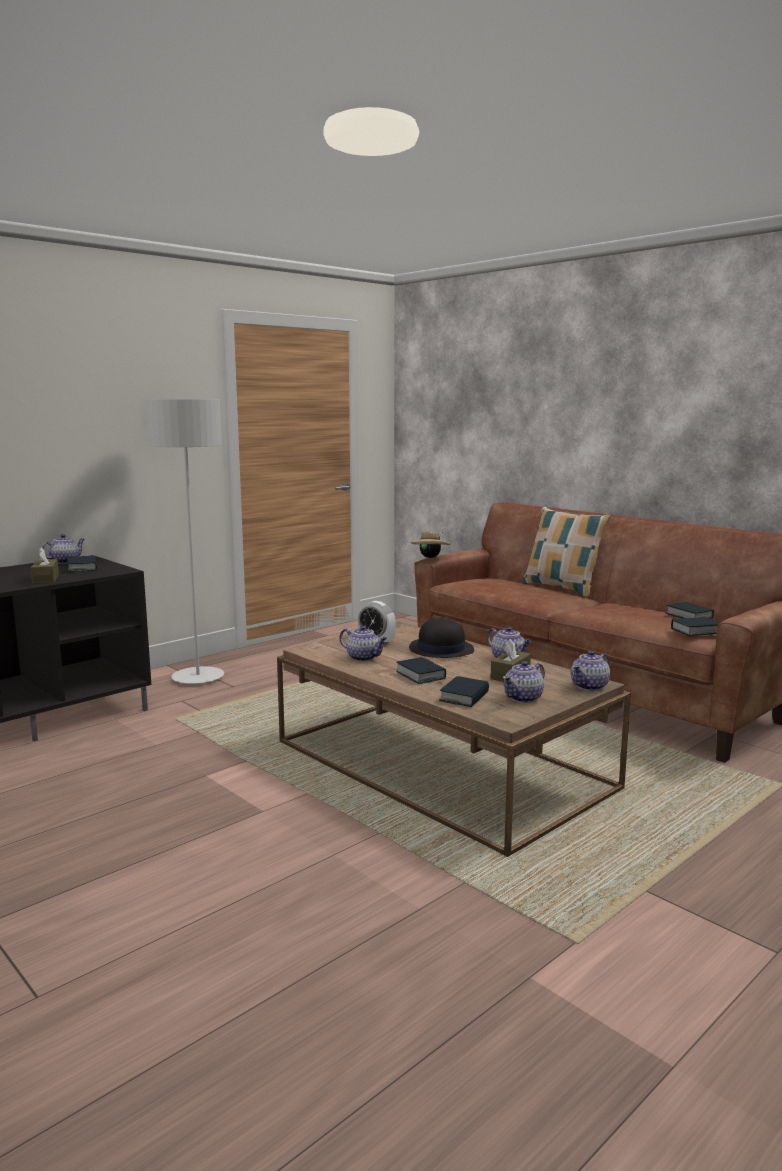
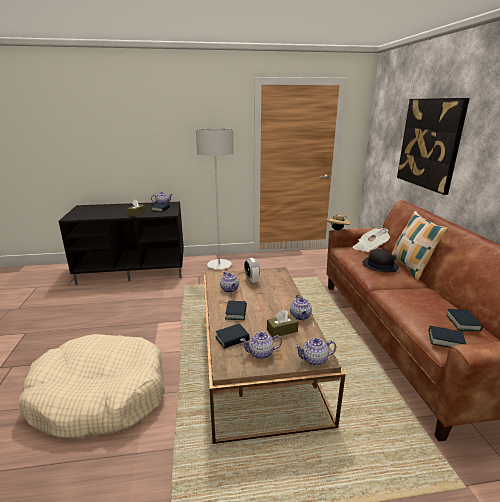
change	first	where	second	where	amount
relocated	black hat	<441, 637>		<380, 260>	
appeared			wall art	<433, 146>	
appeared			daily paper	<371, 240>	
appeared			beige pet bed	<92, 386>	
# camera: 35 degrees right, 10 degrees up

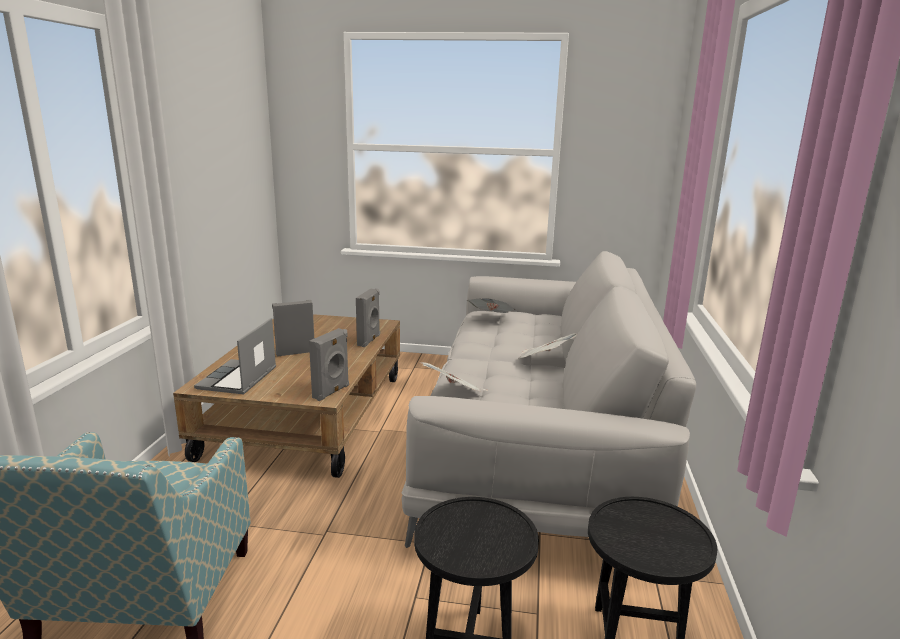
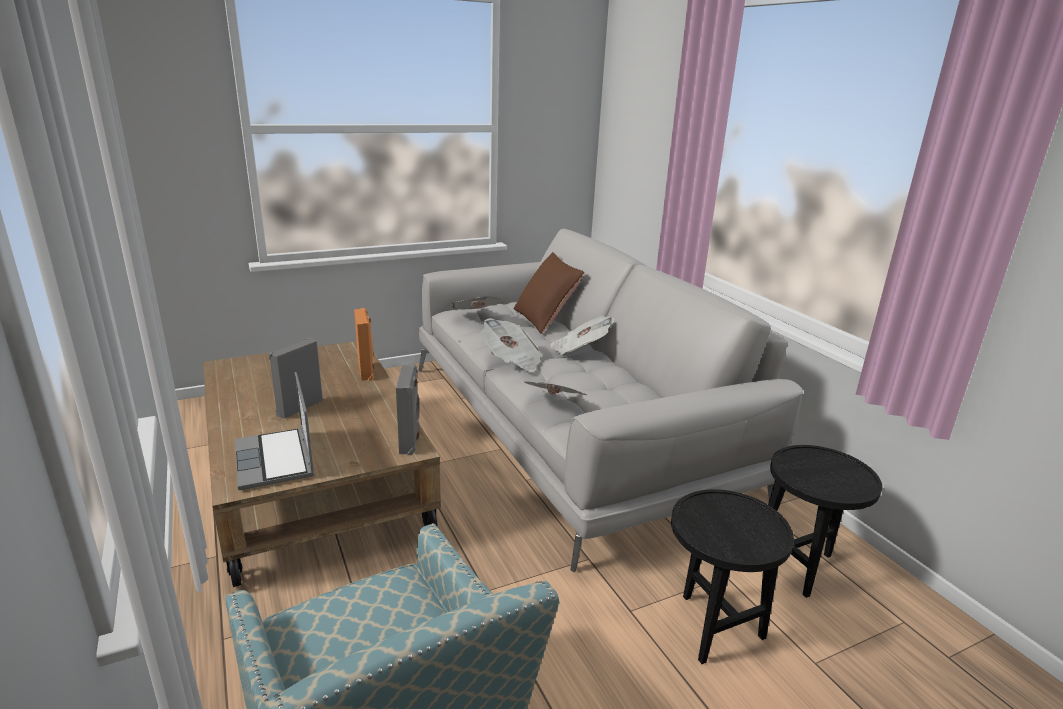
change	first	where	second	where	amount
colour	greyish speaker	<368, 318>	orangey speaker	<364, 344>	
appeared			brownish cushion	<549, 293>	
appeared			daily paper	<511, 345>	
# camera: 35 degrees left, 5 degrees up

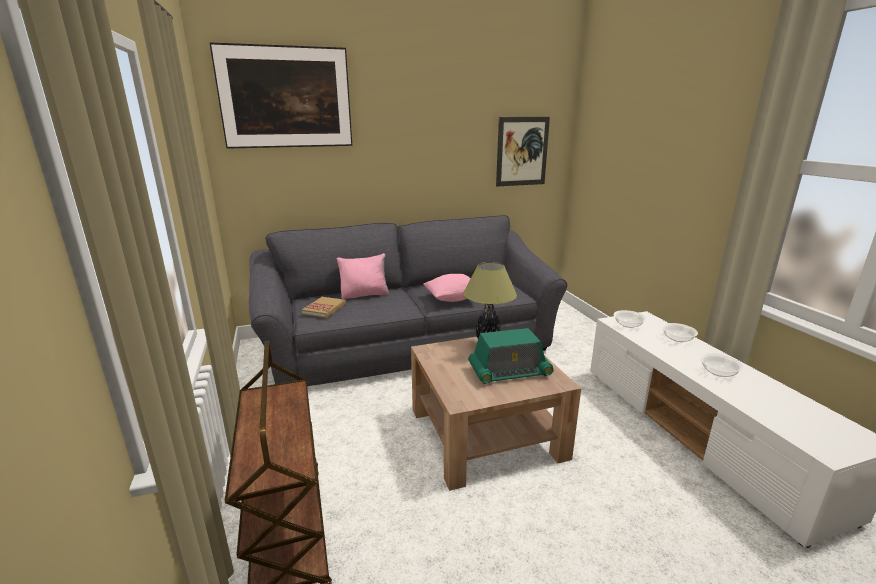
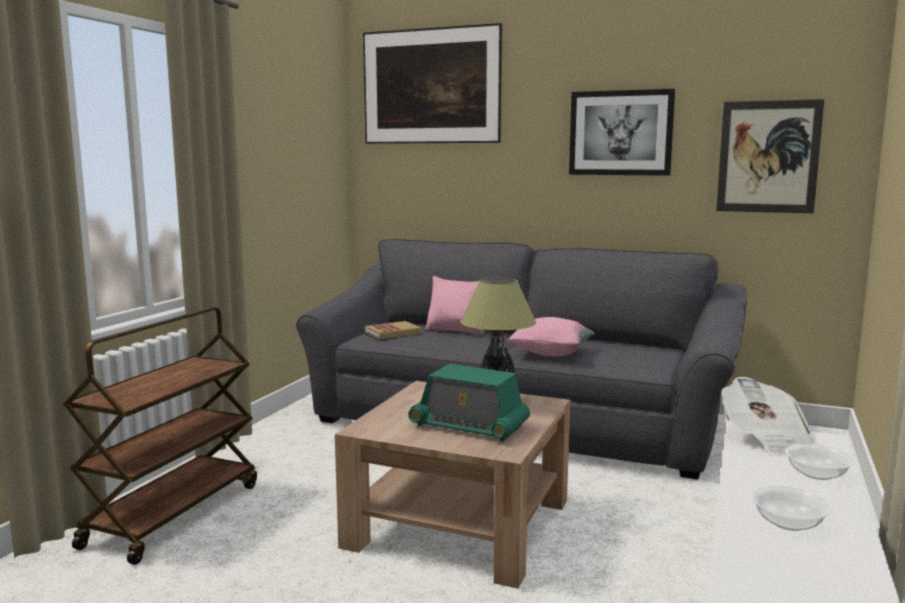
change	first	where	second	where	amount
exchanged	serving bowl	<630, 319>	daily paper	<767, 416>	
appeared			wall art	<622, 132>	
# camera: 40 degrees right, 10 degrees down

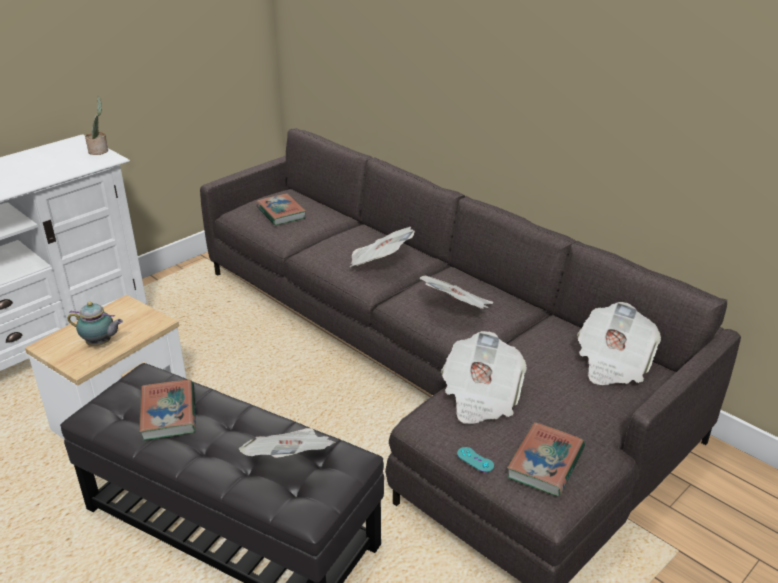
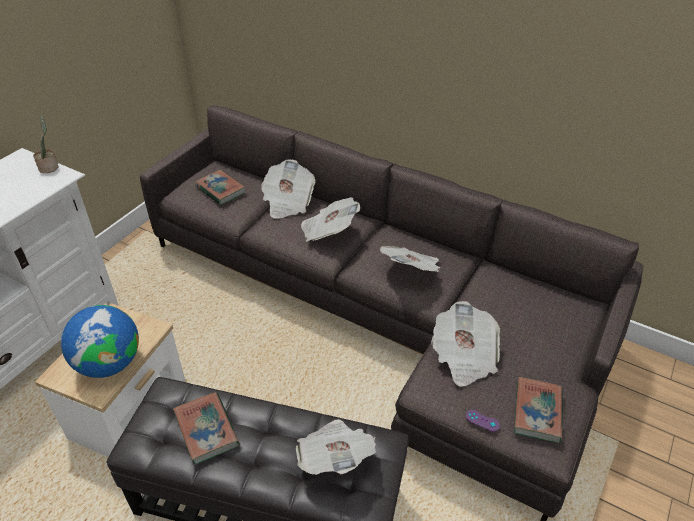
change	first	where	second	where	amount
exchanged	tea pot	<95, 324>	globe	<100, 341>	
relocated	daily paper	<619, 343>		<288, 189>	
colour	turquoise-coloured gamepad	<475, 459>	purplish gamepad	<483, 421>	
# camera: 15 degrees left, 10 degrees up

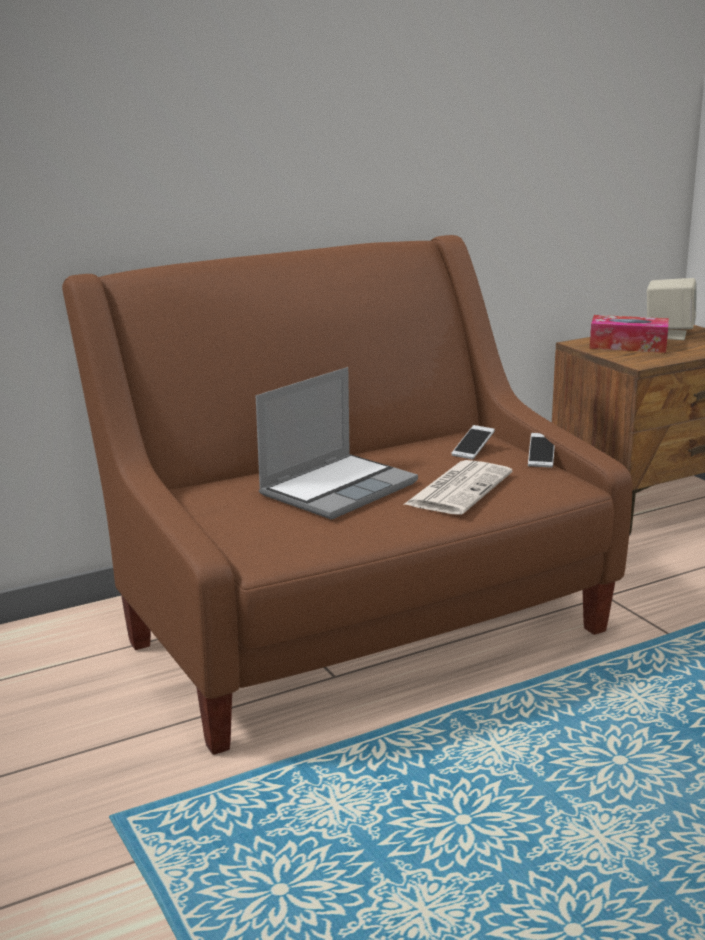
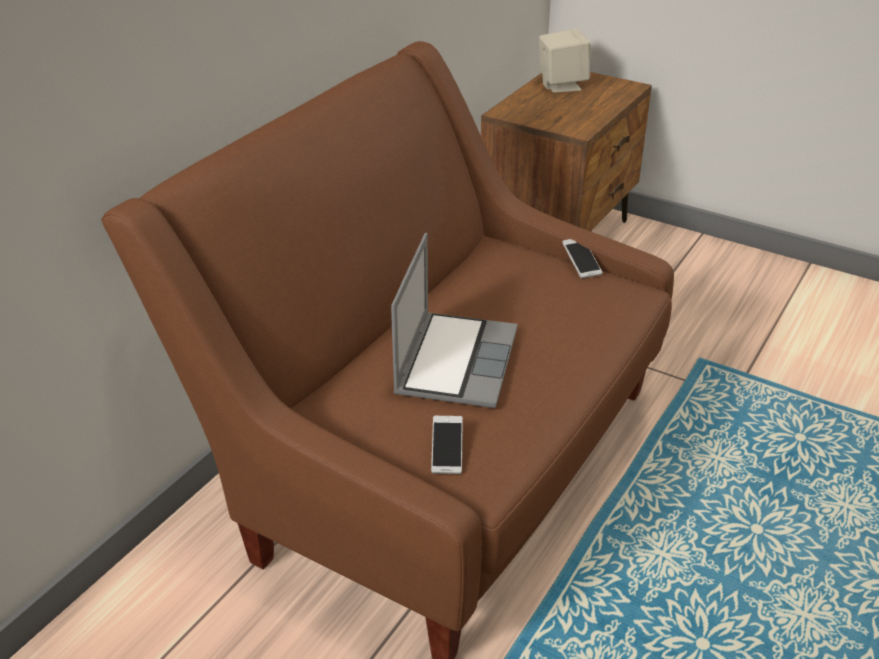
change	first	where	second	where	amount
missing	tissue box	<629, 334>			
relocated	telephone	<473, 442>		<447, 445>	
missing	daily paper	<458, 487>			
# camera: 30 degrees left, 15 degrees up

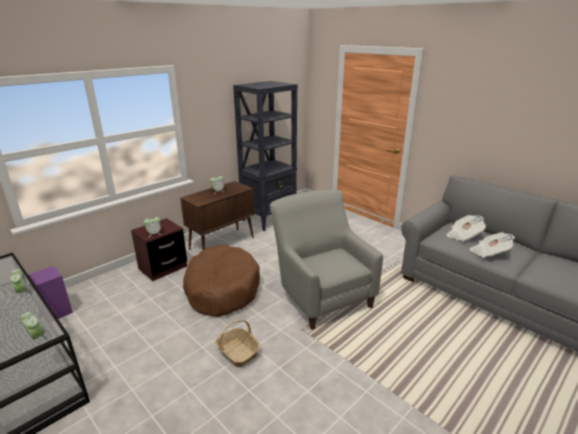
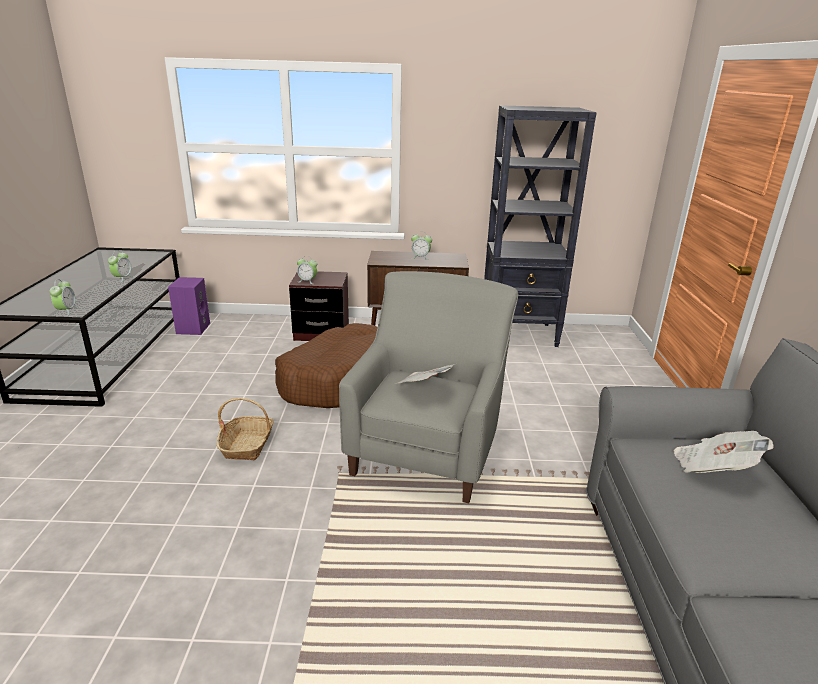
change	first	where	second	where	amount
relocated	daily paper	<492, 245>		<425, 374>	
# camera: 45 degrees right, 0 degrees up

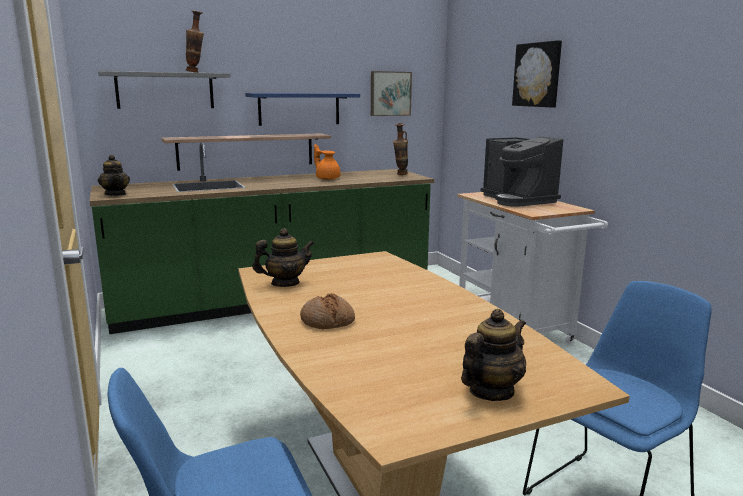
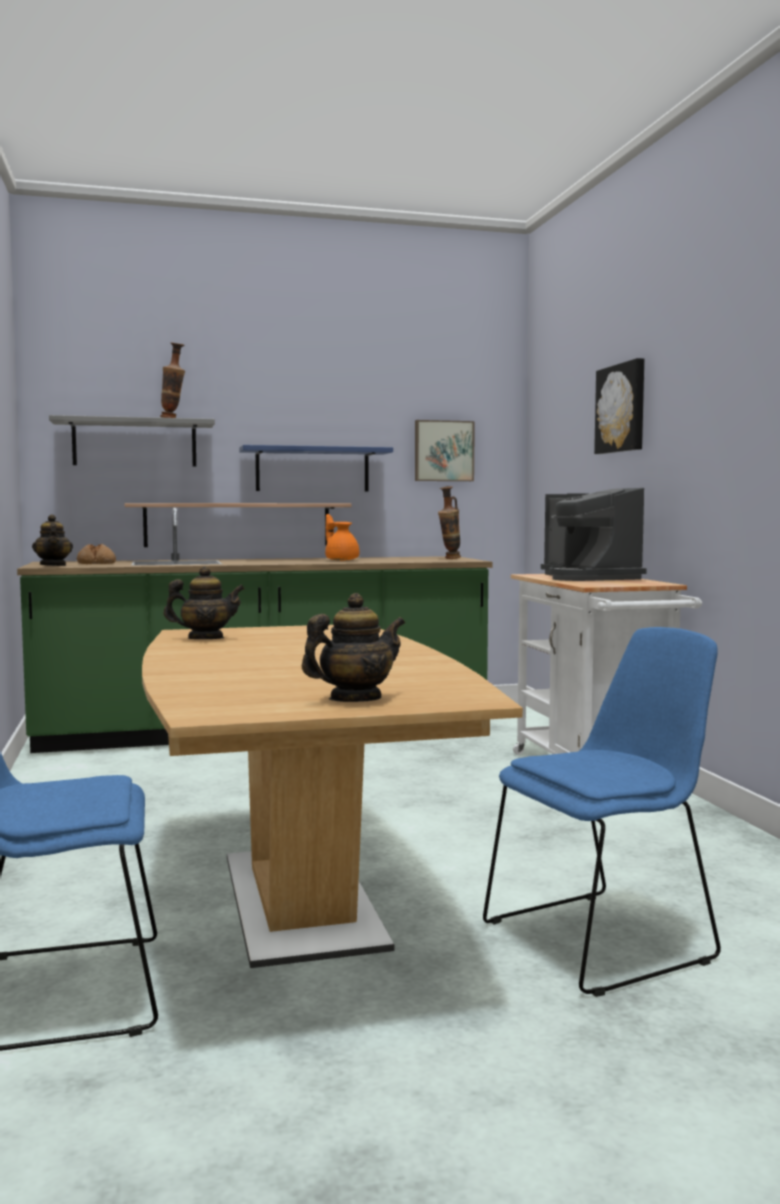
change	first	where	second	where	amount
relocated	bread	<327, 311>		<96, 554>	
# camera: 10 degrees right, 10 degrees down

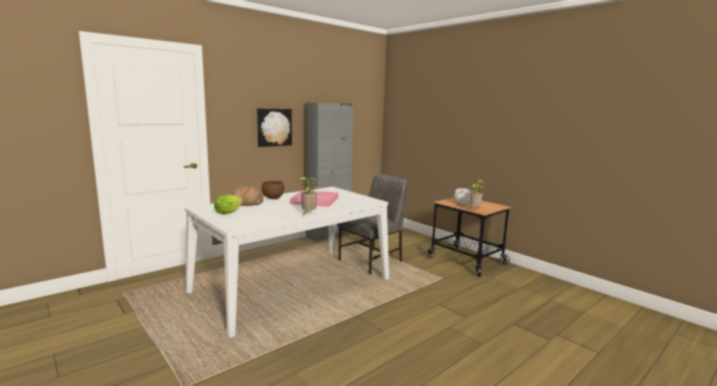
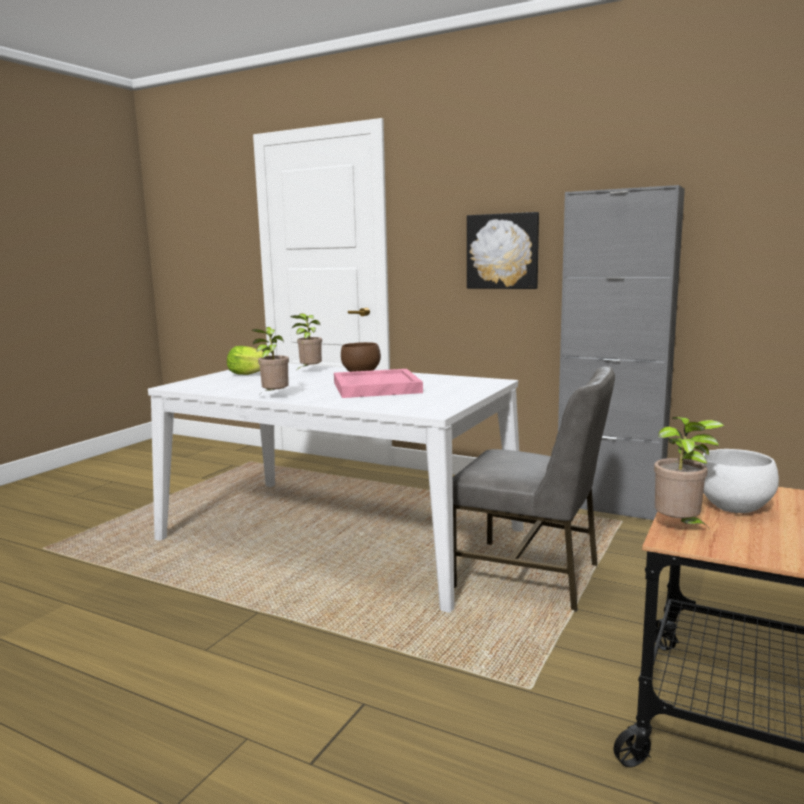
change	first	where	second	where	amount
exchanged	bread	<247, 196>	potted plant	<306, 341>	
# camera: 70 degrees right, 0 degrees up

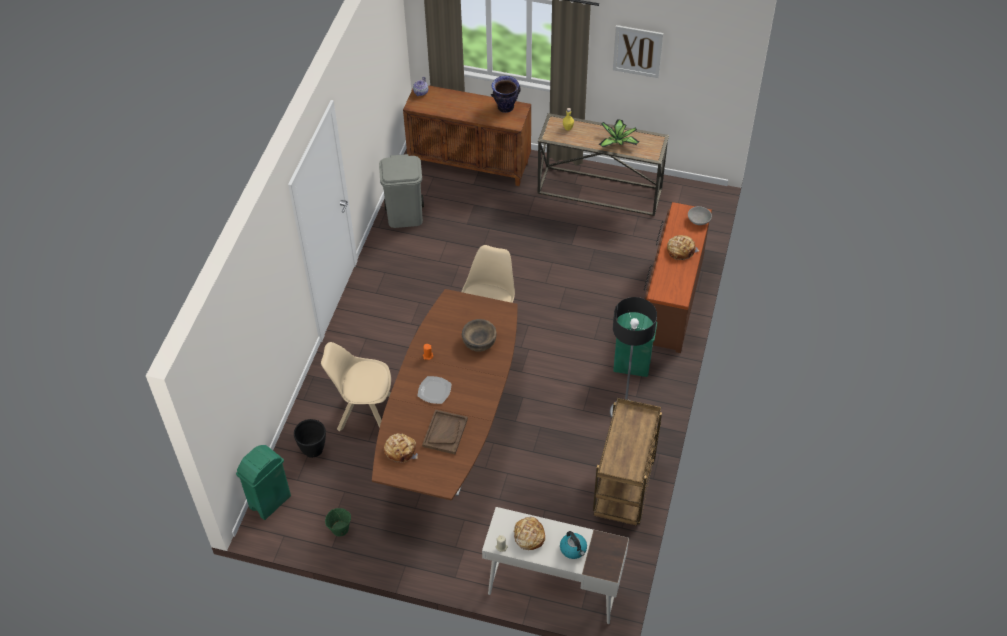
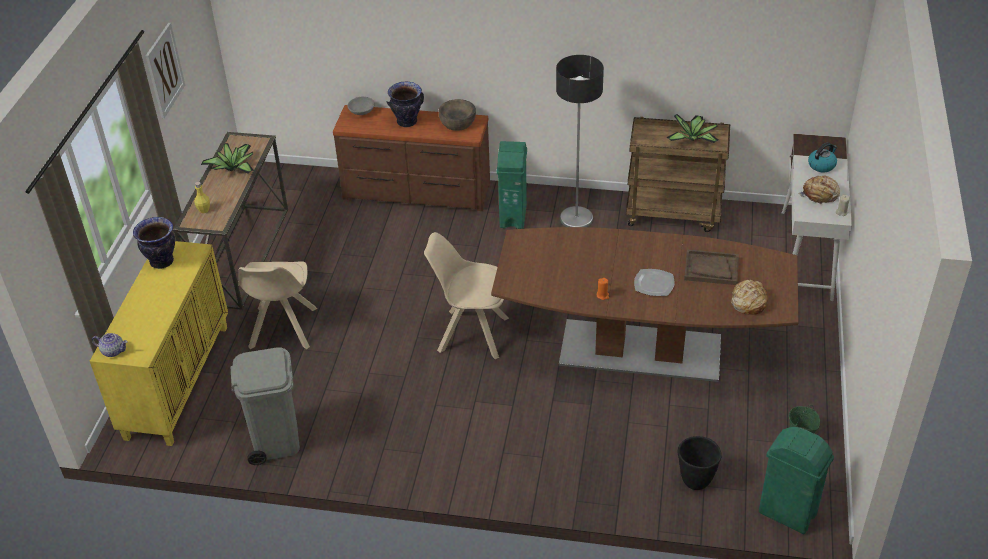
change	first	where	second	where	amount
colour	brownish cupboard	<467, 135>	yellowish cupboard	<159, 343>	
exchanged	bread	<683, 248>	vase	<405, 104>	
relocated	brownish serving bowl	<479, 335>		<457, 115>	
relocated	beige plain chair	<356, 387>		<277, 305>	
appeared			potted plant	<692, 128>	
# camera: 95 degrees left, 10 degrees down

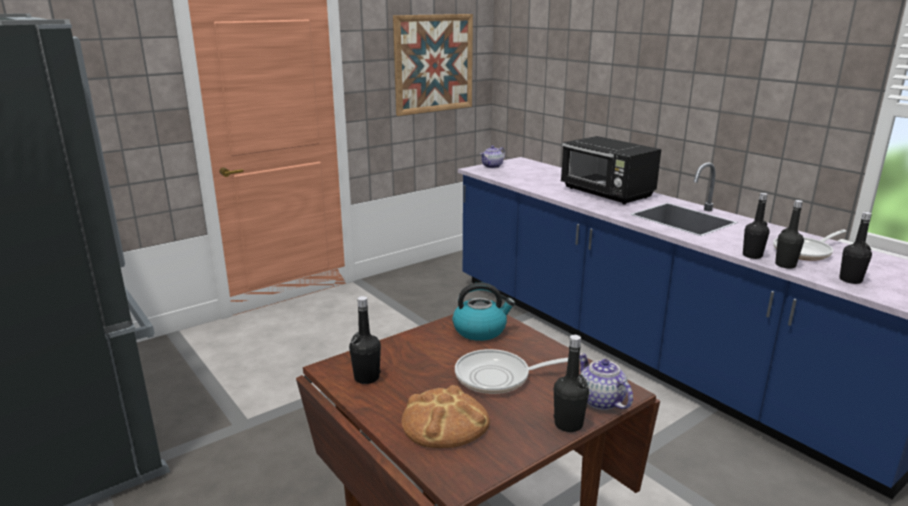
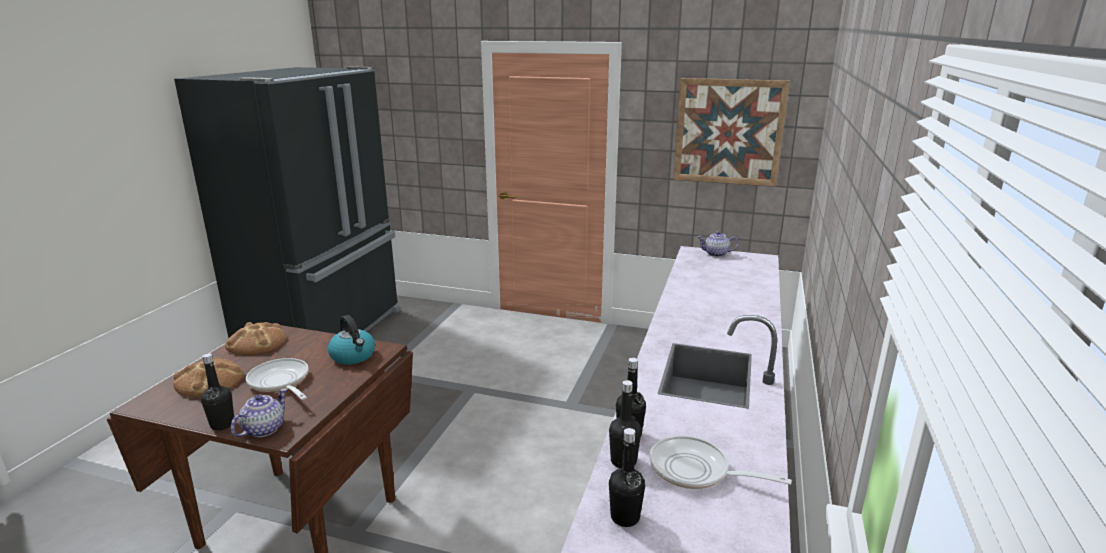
change	first	where	second	where	amount
missing	black microwave	<611, 170>			
exchanged	black beverage bottle	<365, 340>	bread	<255, 338>	
# camera: 55 degrees right, 0 degrees up

